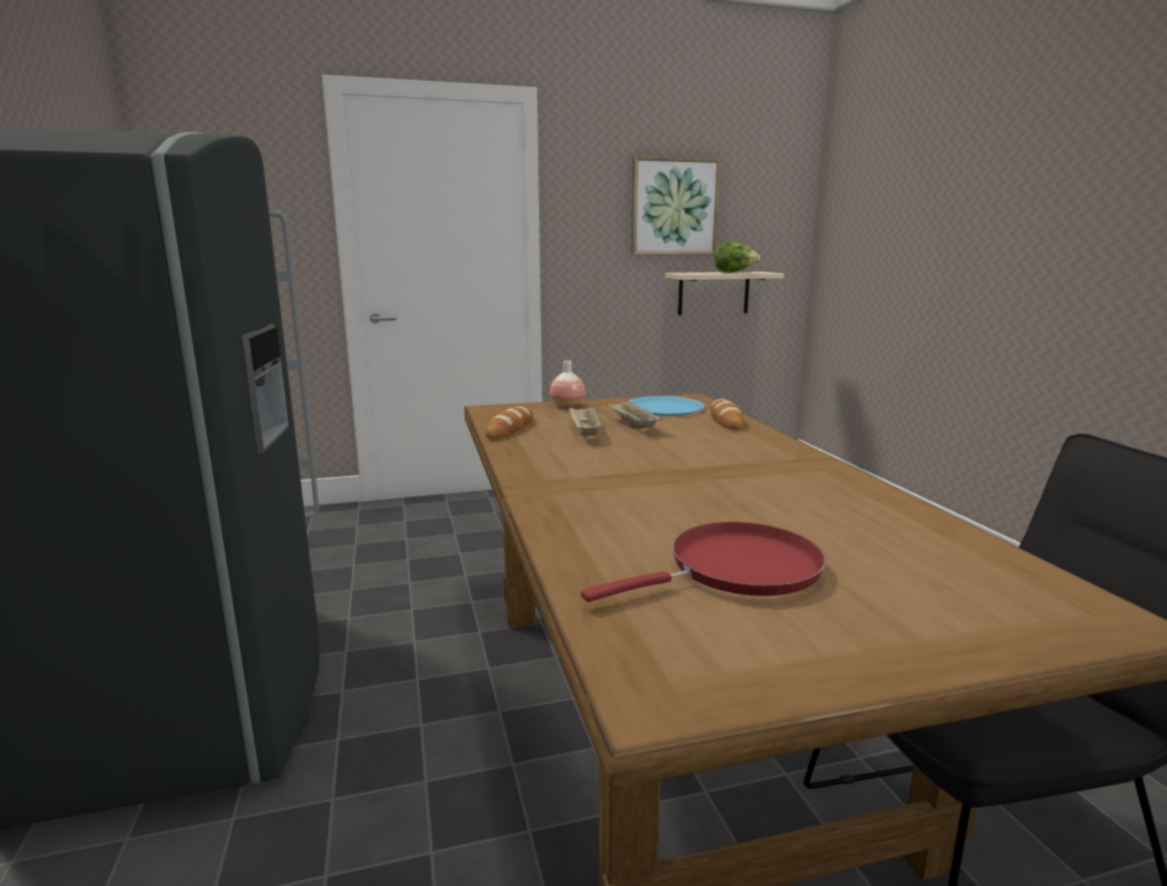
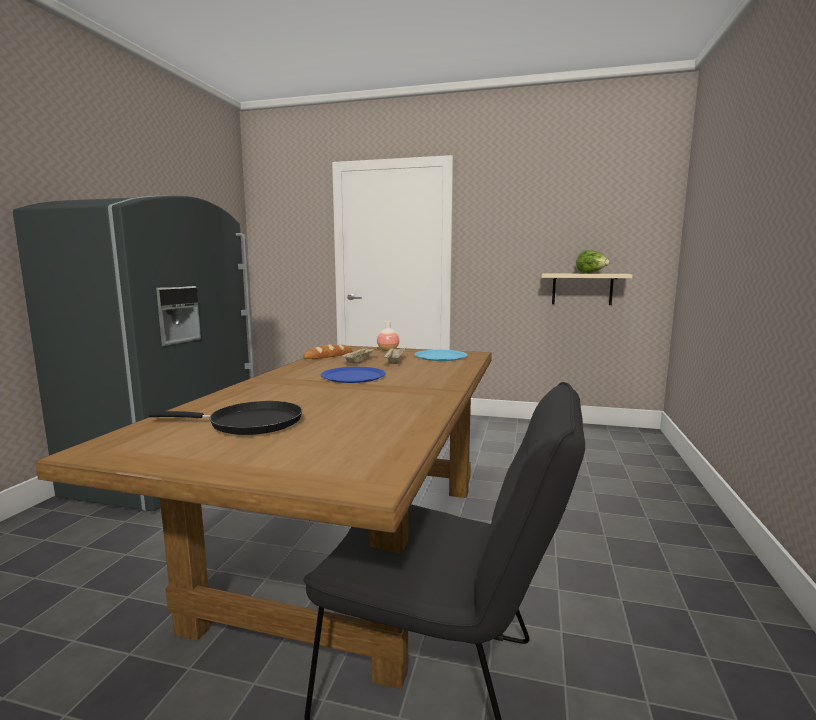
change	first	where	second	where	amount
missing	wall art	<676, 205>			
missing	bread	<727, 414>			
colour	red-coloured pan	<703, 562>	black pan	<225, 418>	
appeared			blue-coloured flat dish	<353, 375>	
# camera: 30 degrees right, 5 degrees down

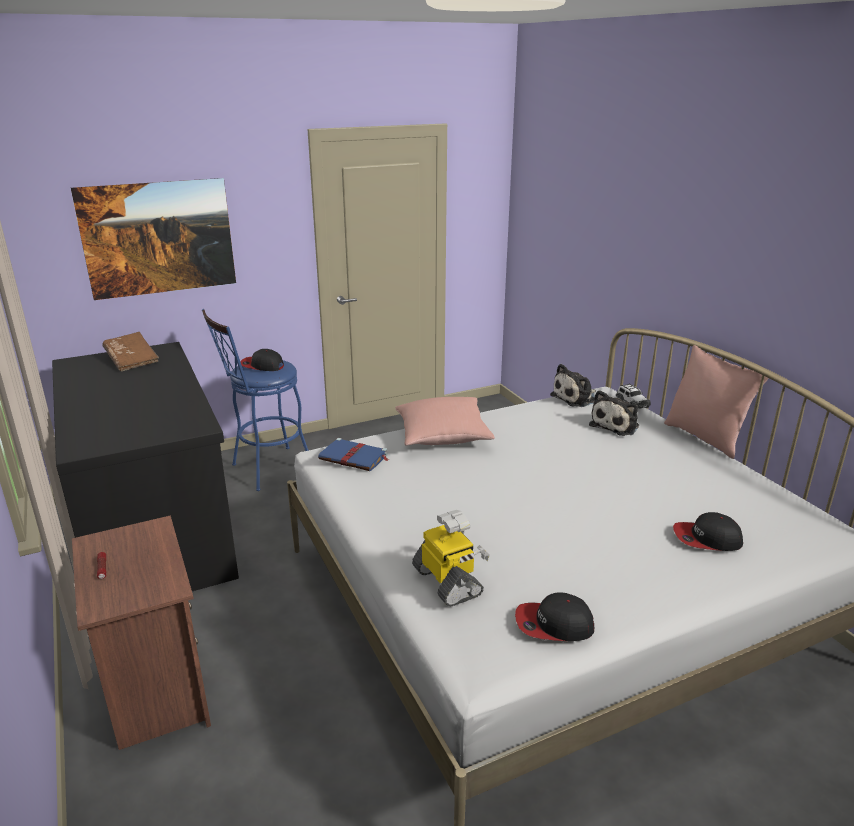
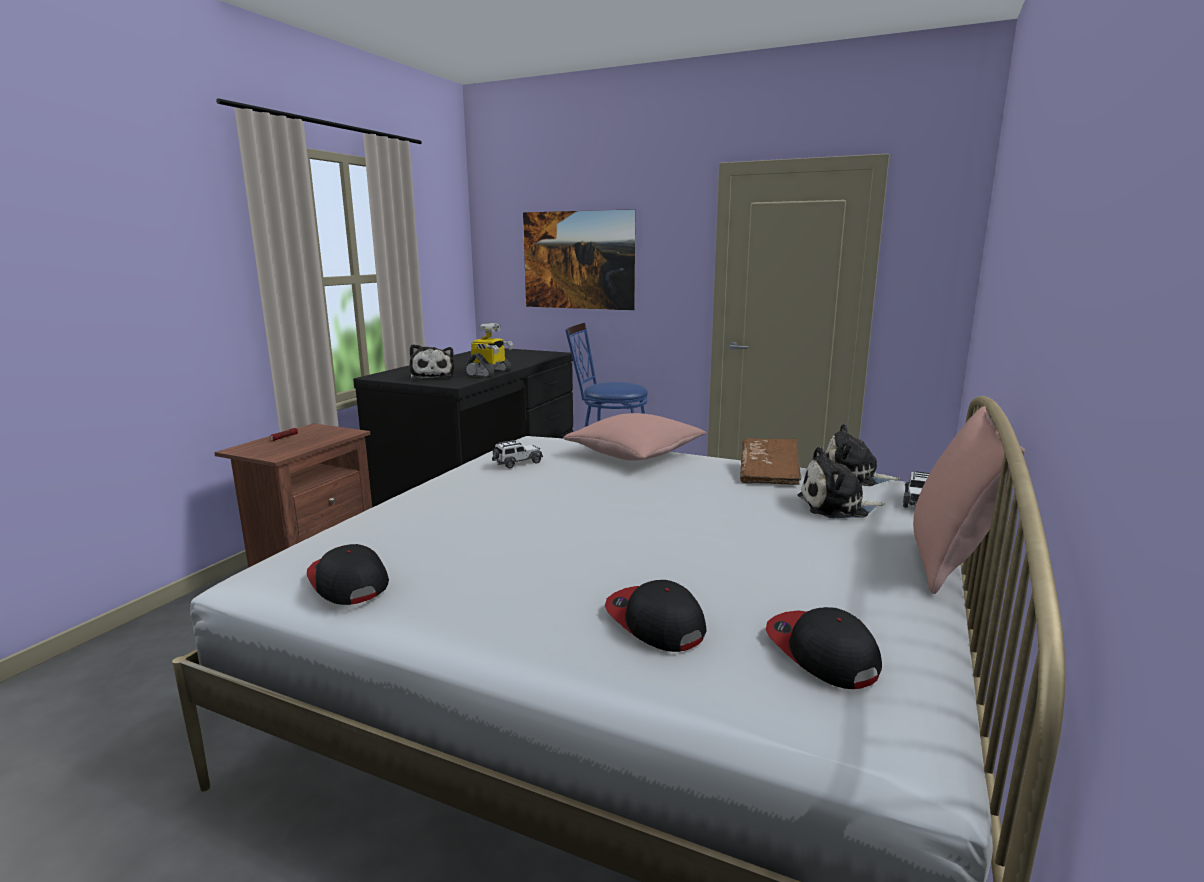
change	first	where	second	where	amount
relocated	brownish volume	<131, 352>		<771, 461>	
relocated	peaked cap	<262, 360>		<824, 648>	
missing	blue-coloured volume	<353, 454>			
relocated	model robot	<451, 558>		<489, 350>	
appeared			cuddly toy	<432, 362>	
appeared			model car	<517, 454>	
# camera: 50 degrees right, 10 degrees down

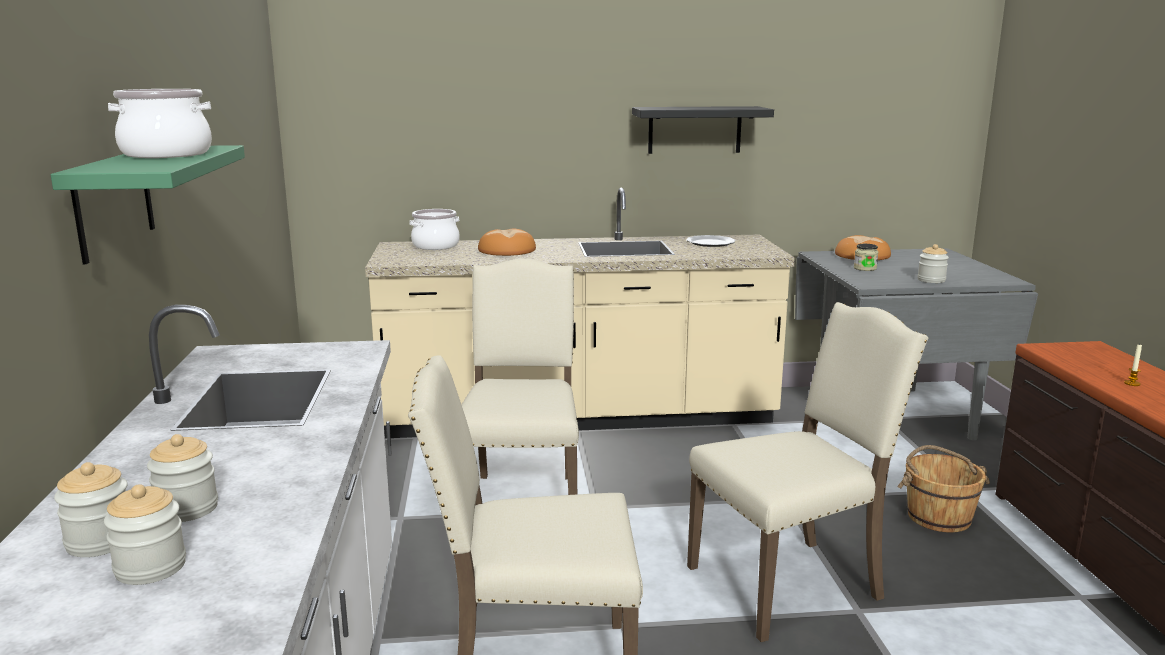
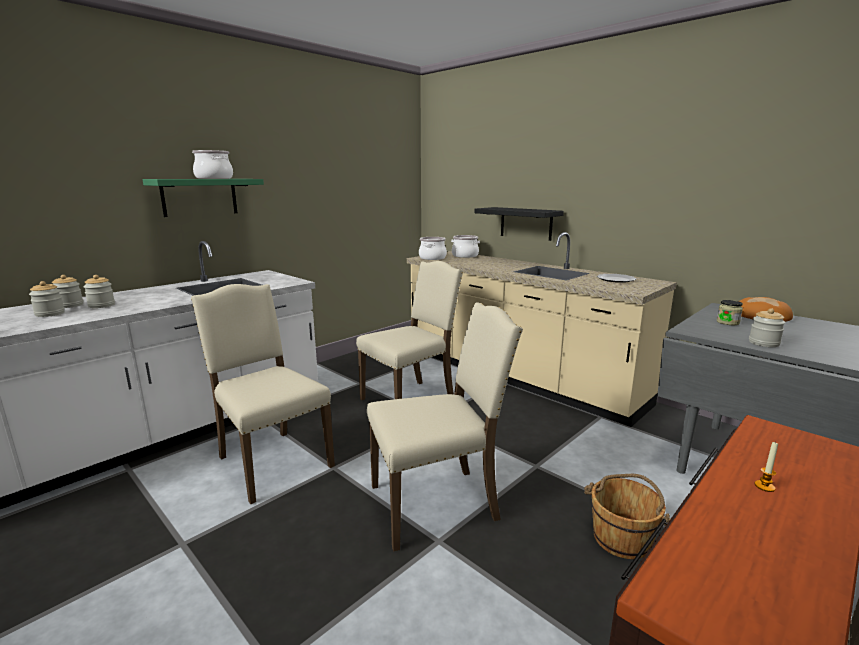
change	first	where	second	where	amount
relocated	black wall shelf	<703, 130>		<519, 224>	
missing	bread	<507, 242>			
spun	beige plain chair	<807, 472>		<445, 426>	45 degrees counterclockwise
appeared			saucepot	<433, 248>	
# camera: 50 degrees right, 0 degrees up

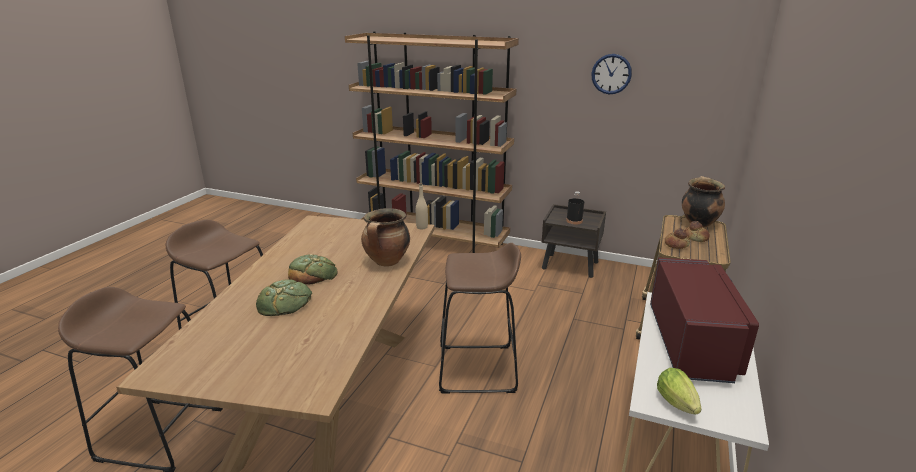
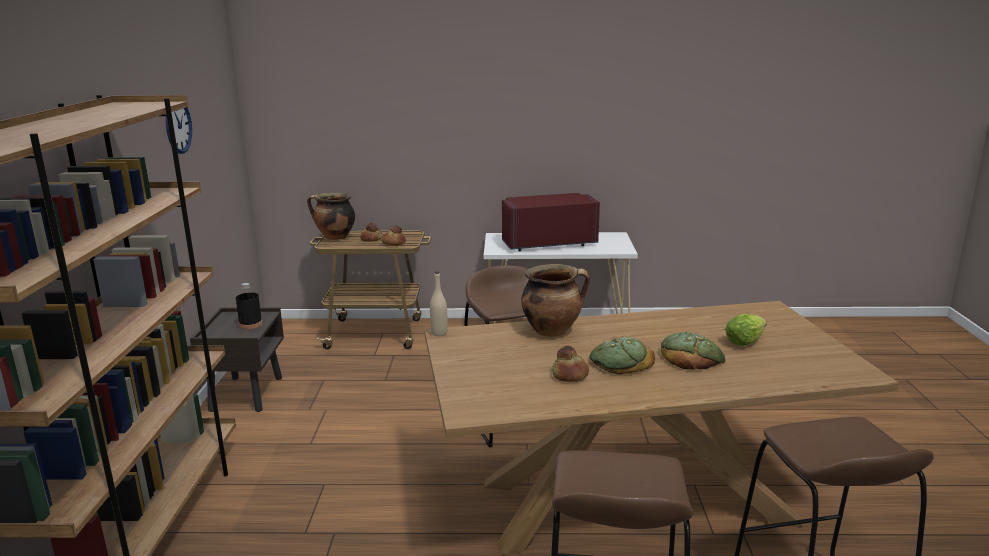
change	first	where	second	where	amount
relocated	head of lettuce	<679, 391>		<746, 330>	
appeared			bread	<570, 364>	
# camera: 110 degrees left, 5 degrees down

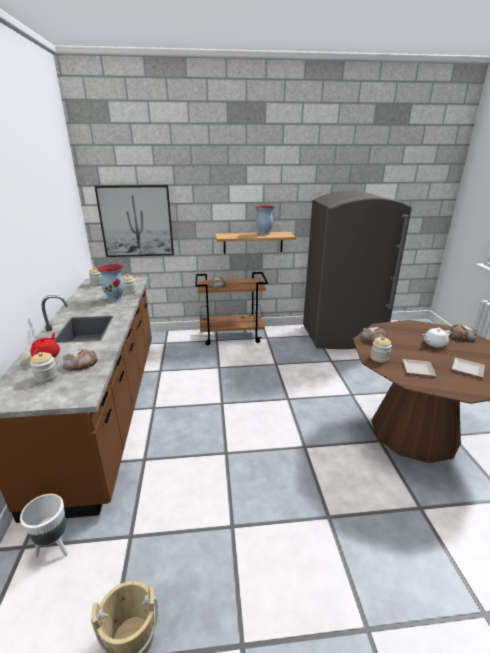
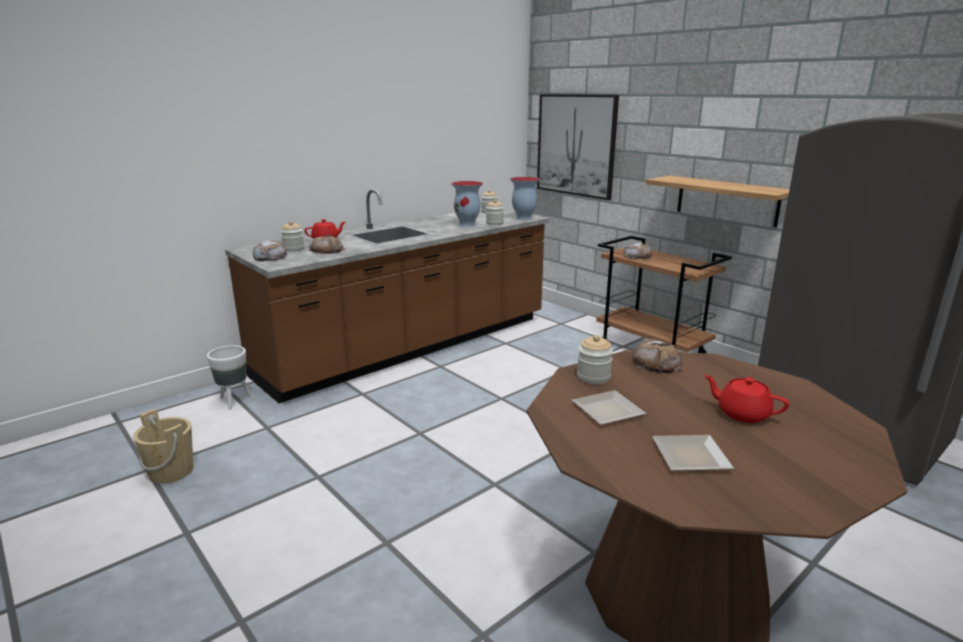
change	first	where	second	where	amount
relocated	vase	<265, 220>		<525, 198>	
relocated	bread	<463, 333>		<269, 250>	
colour	white tea pot	<437, 337>	red-coloured tea pot	<746, 399>	
# camera: 55 degrees right, 5 degrees down

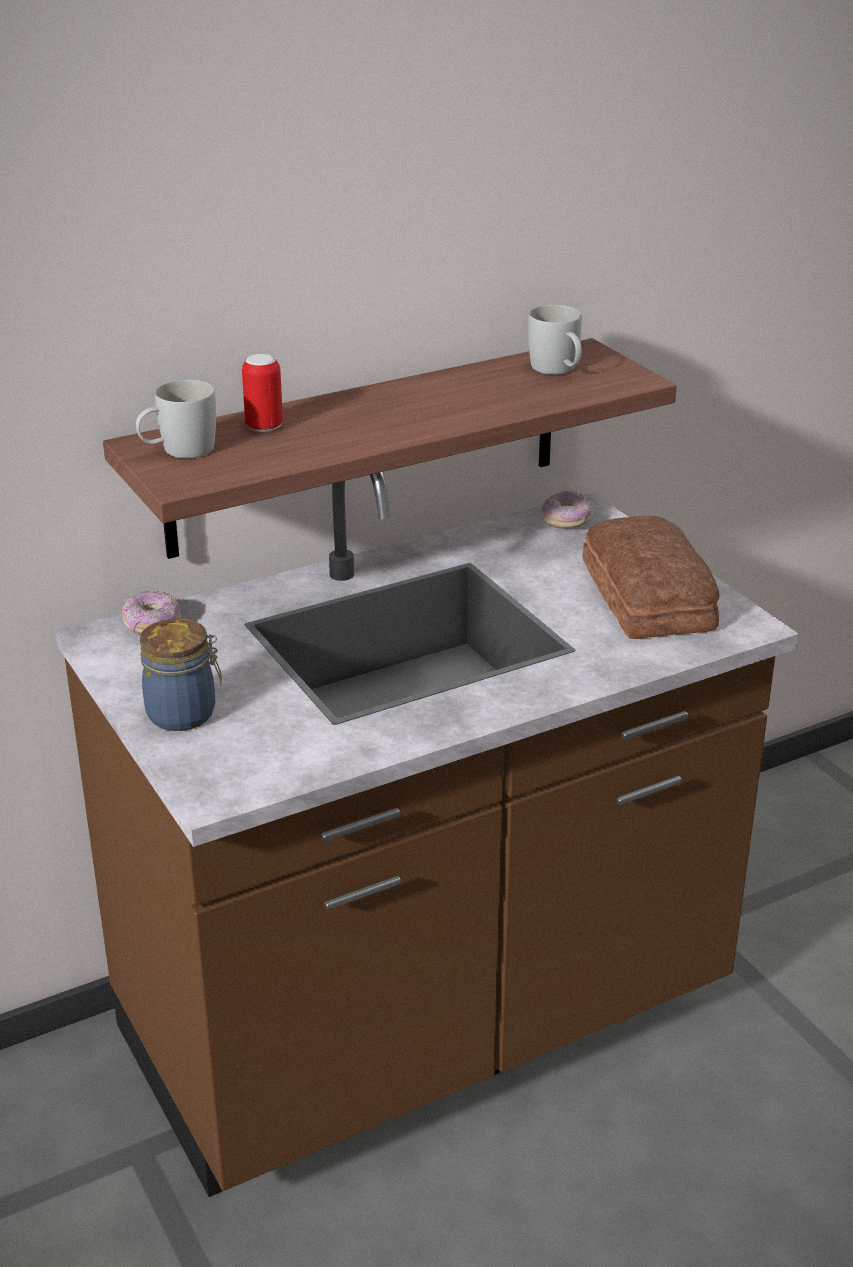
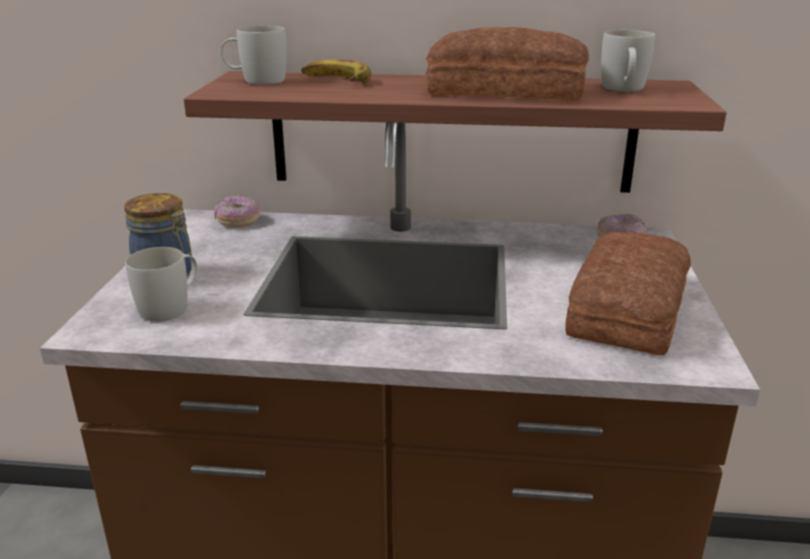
change	first	where	second	where	amount
exchanged	can	<262, 393>	whole banana	<336, 71>	
appeared			bread	<507, 63>	
appeared			white tea mug	<161, 284>	
# camera: 35 degrees right, 5 degrees down

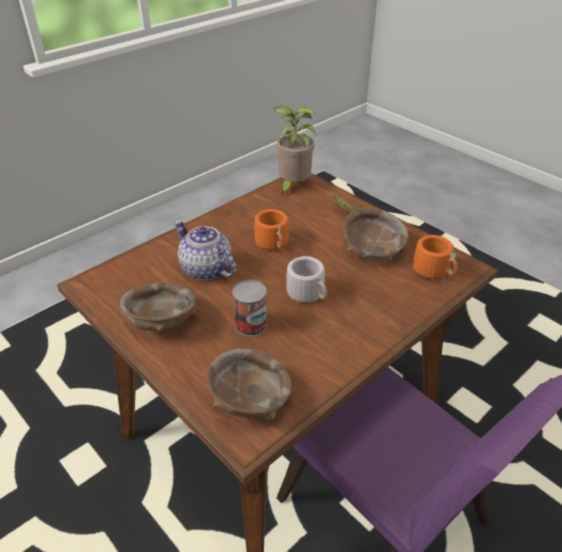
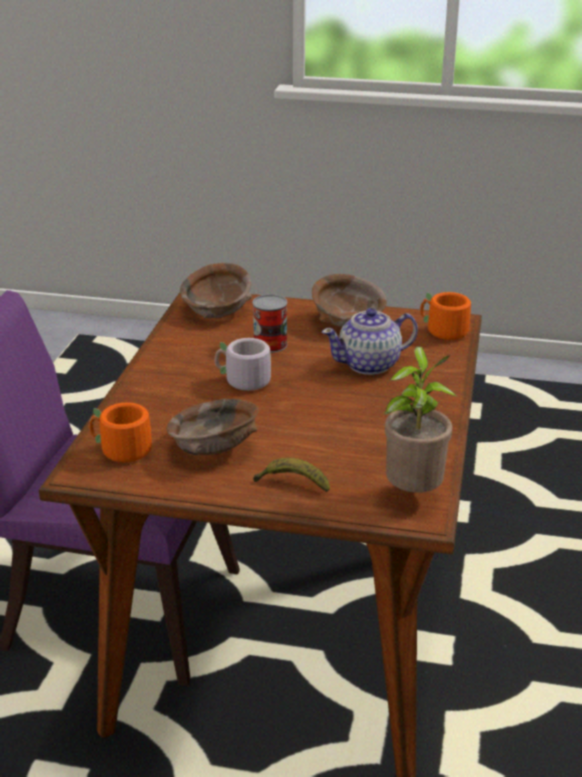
change	first	where	second	where	amount
relocated	orangey tea mug	<272, 229>		<445, 320>	
spun	tea pot	<205, 250>		<370, 341>	150 degrees clockwise
# camera: 145 degrees right, 10 degrees down

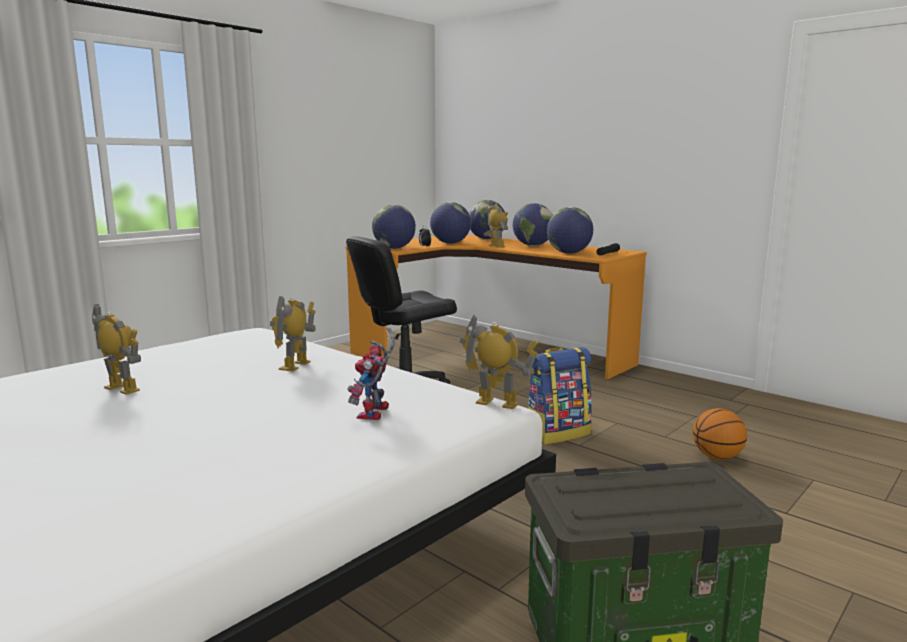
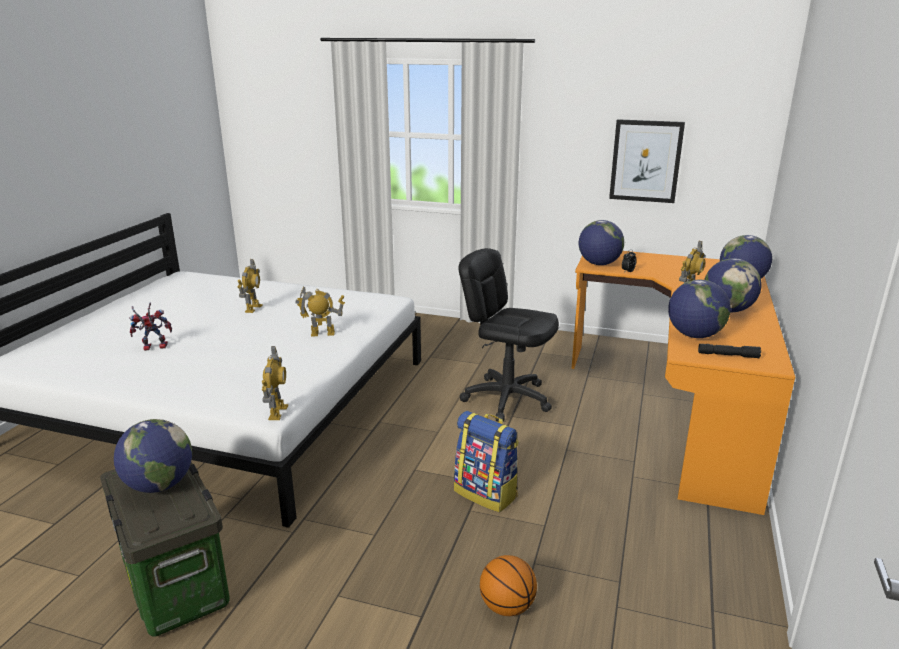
change	first	where	second	where	amount
relocated	globe	<450, 223>		<153, 456>	
relocated	model robot	<371, 373>		<150, 327>	
appeared			wall art	<647, 161>	
# camera: 65 degrees right, 10 degrees up

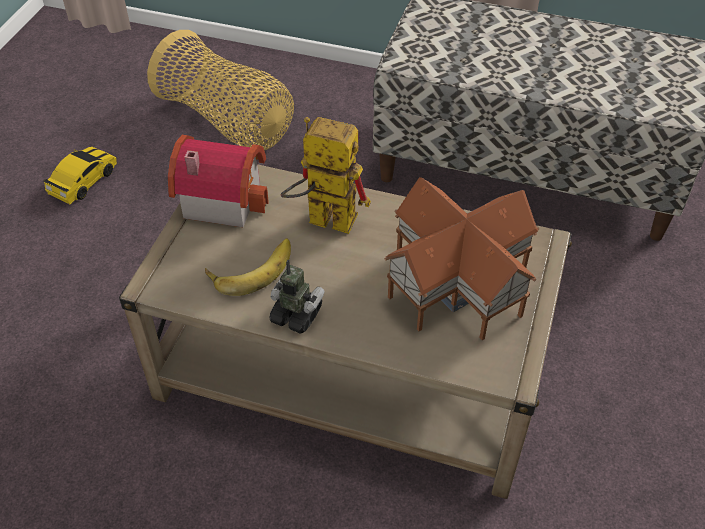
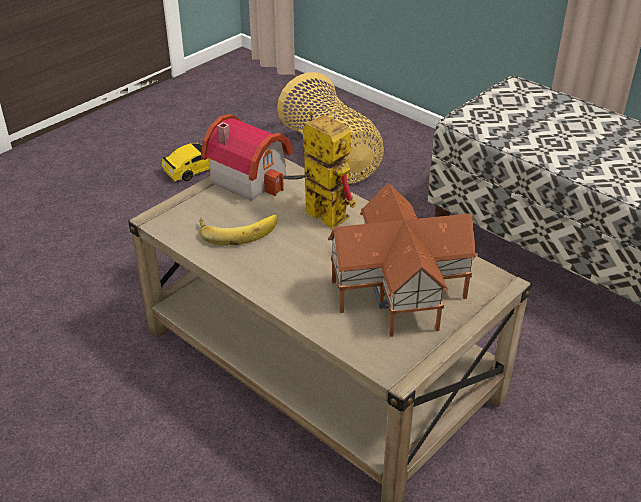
change	first	where	second	where	amount
missing	model robot	<297, 297>			
# camera: 25 degrees right, 10 degrees down

